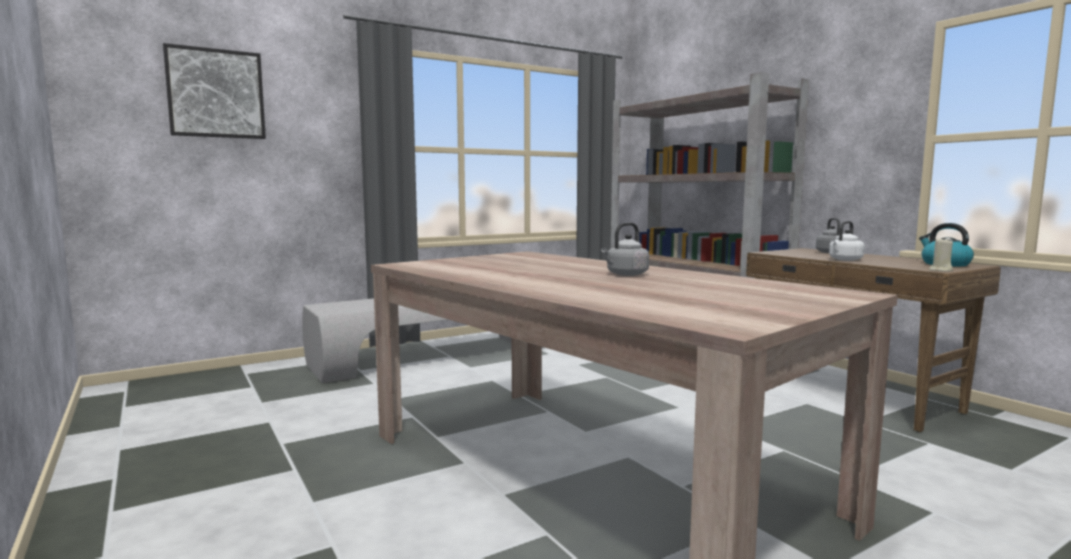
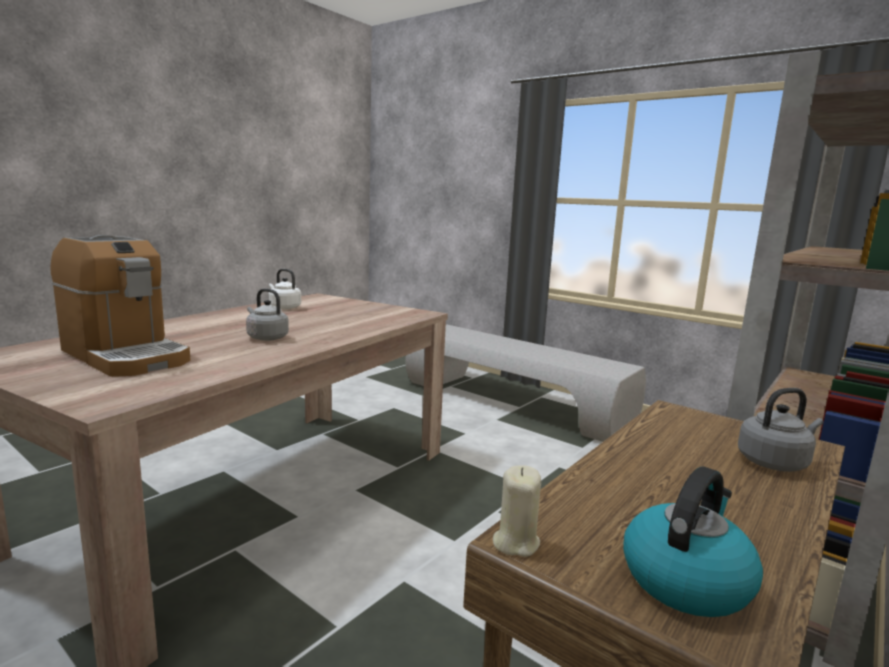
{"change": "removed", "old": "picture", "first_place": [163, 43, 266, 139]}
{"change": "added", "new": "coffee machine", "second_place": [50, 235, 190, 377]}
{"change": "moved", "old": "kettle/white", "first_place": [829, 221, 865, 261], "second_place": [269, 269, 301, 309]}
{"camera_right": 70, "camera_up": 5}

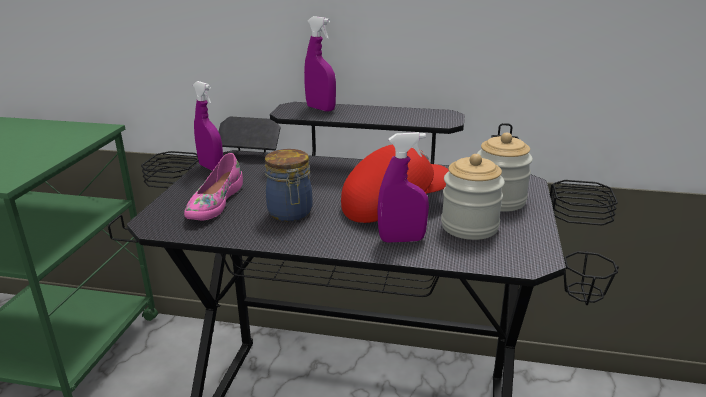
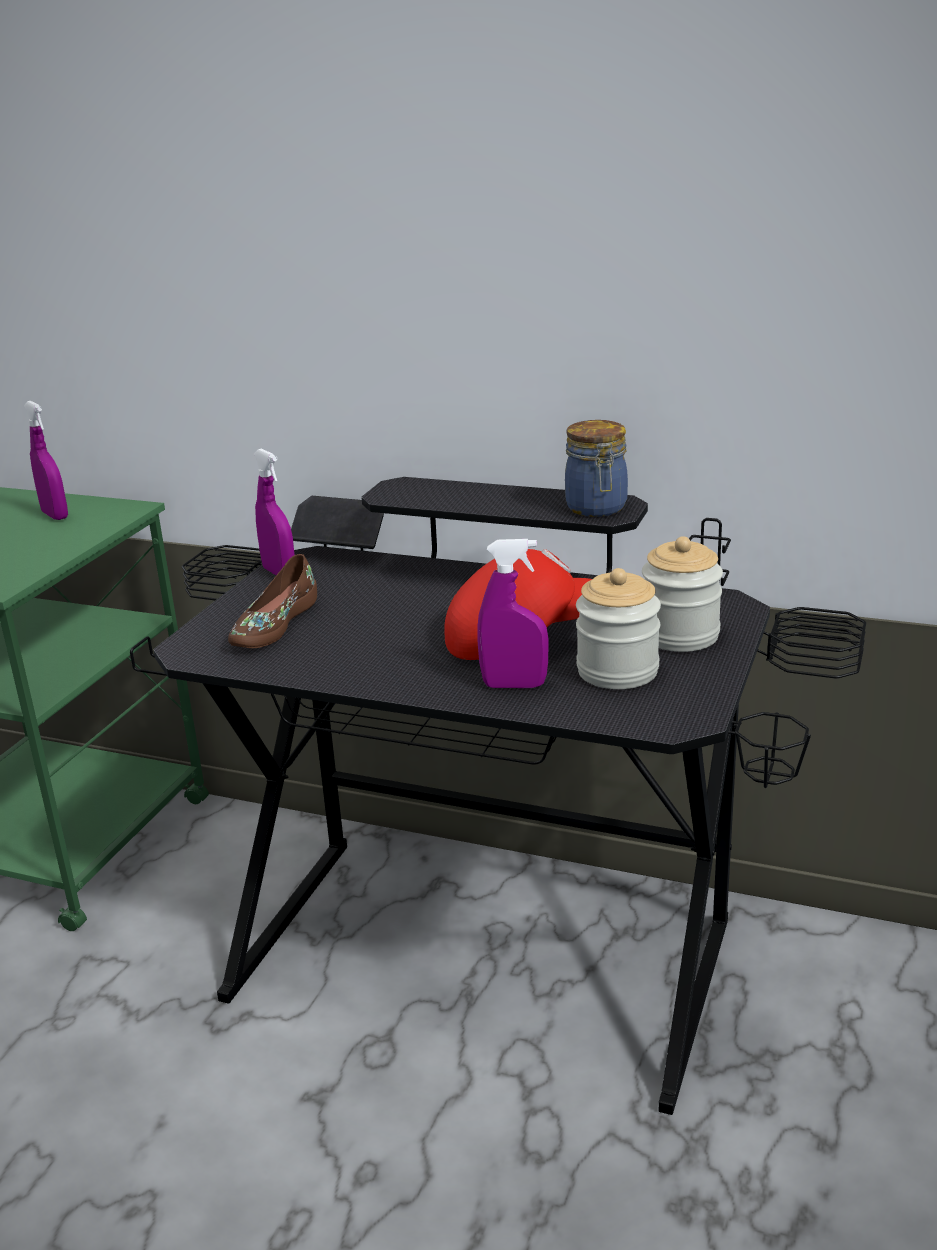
{"change": "moved", "old": "jar", "first_place": [265, 149, 313, 221], "second_place": [565, 420, 628, 517]}
{"change": "moved", "old": "spray bottle/purple", "first_place": [304, 16, 336, 111], "second_place": [24, 401, 68, 520]}
{"change": "recoloured", "old": "shoe/pink", "new": "shoe/brown", "first_place": [184, 153, 243, 220], "second_place": [228, 554, 317, 648]}
{"camera_right": 10, "camera_up": 0}

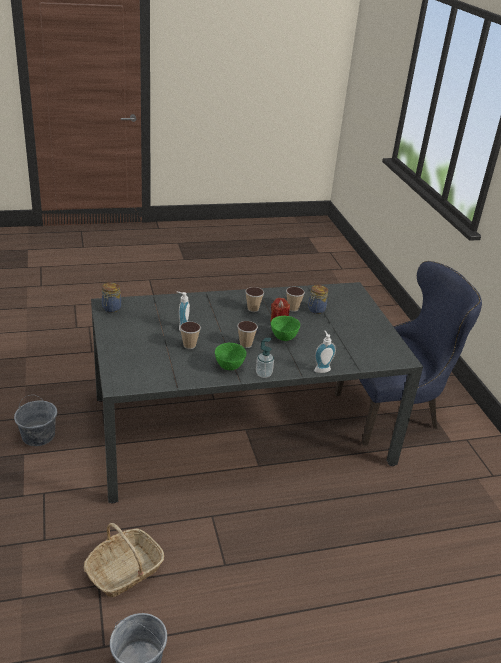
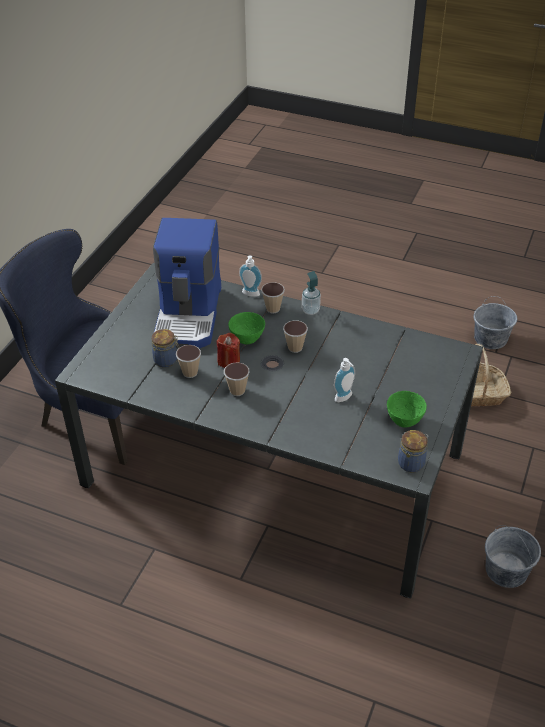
{"change": "added", "new": "coffee machine", "second_place": [153, 218, 221, 349]}
{"change": "moved", "old": "cup", "first_place": [180, 322, 201, 349], "second_place": [261, 282, 285, 313]}
{"change": "moved", "old": "bowl/green", "first_place": [215, 343, 247, 370], "second_place": [387, 391, 427, 428]}
{"camera_right": -140, "camera_up": 10}

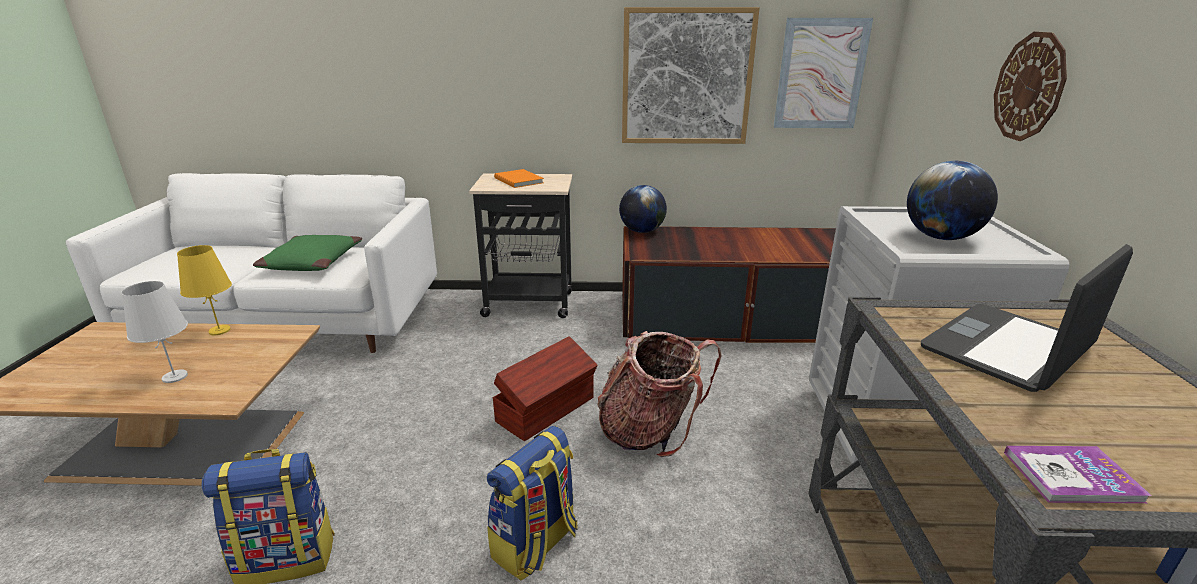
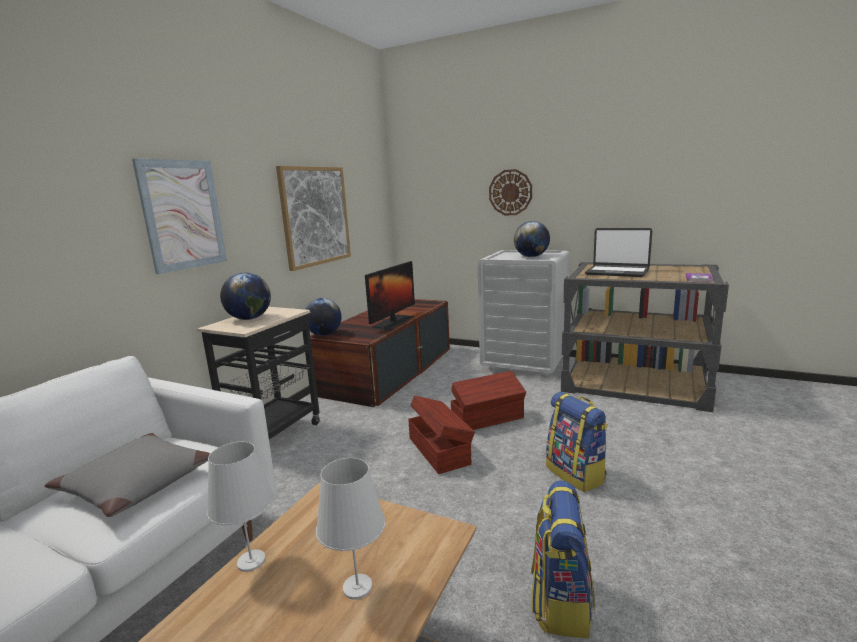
{"change": "added", "new": "monitor", "second_place": [365, 261, 415, 329]}
{"change": "moved", "old": "picture", "first_place": [774, 18, 873, 128], "second_place": [132, 158, 227, 274]}
{"change": "replaced", "old": "book/orange", "new": "globe", "first_place": [494, 169, 544, 188], "second_place": [220, 273, 271, 320]}
{"change": "replaced", "old": "backpack", "new": "storage box/brown", "first_place": [597, 331, 721, 457], "second_place": [451, 371, 526, 430]}
{"change": "recoloured", "old": "table lamp/yellow", "new": "table lamp/white", "first_place": [177, 245, 232, 335], "second_place": [207, 442, 274, 572]}
{"change": "recoloured", "old": "pillow/green", "new": "pillow/grey", "first_place": [253, 235, 362, 271], "second_place": [45, 433, 211, 517]}
{"change": "turned", "old": "laptop", "first_place": [921, 244, 1133, 392], "second_place": [585, 228, 652, 277], "degrees": -45}
{"camera_right": -65, "camera_up": -10}

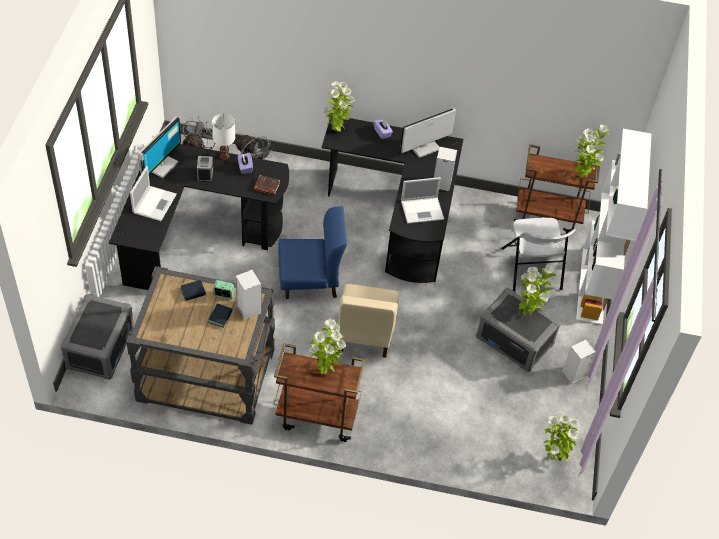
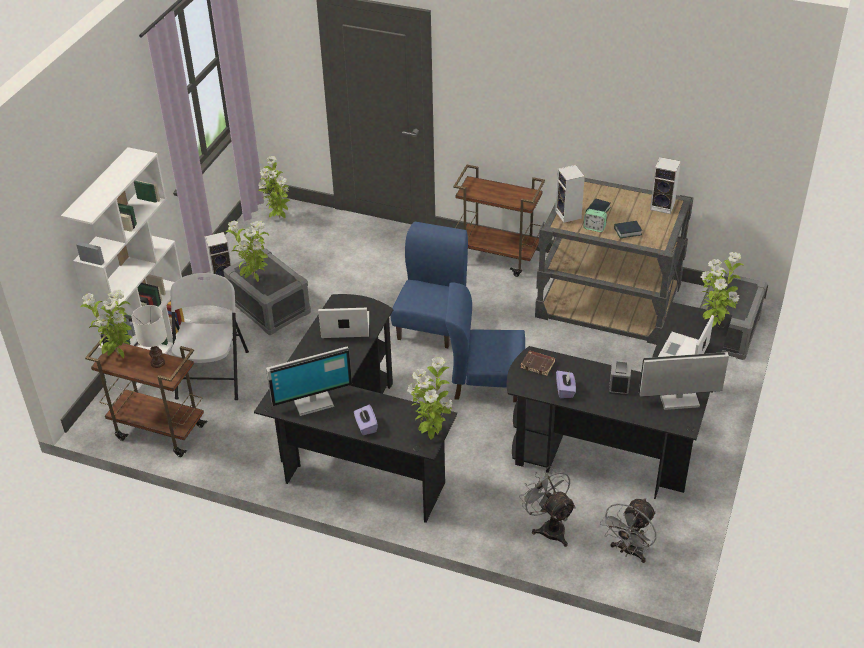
{"change": "moved", "old": "table lamp/white", "first_place": [212, 114, 235, 160], "second_place": [131, 305, 167, 368]}
{"change": "moved", "old": "potted plant", "first_place": [309, 318, 346, 375], "second_place": [700, 252, 743, 327]}
{"change": "moved", "old": "speaker", "first_place": [434, 147, 457, 191], "second_place": [650, 157, 681, 214]}
{"change": "recoloured", "old": "chair/beige", "new": "chair/blue", "first_place": [338, 284, 399, 358], "second_place": [391, 222, 468, 348]}
{"change": "turned", "old": "monitor", "first_place": [138, 116, 181, 178], "second_place": [639, 352, 729, 410], "degrees": 45}
{"camera_right": -165, "camera_up": -10}

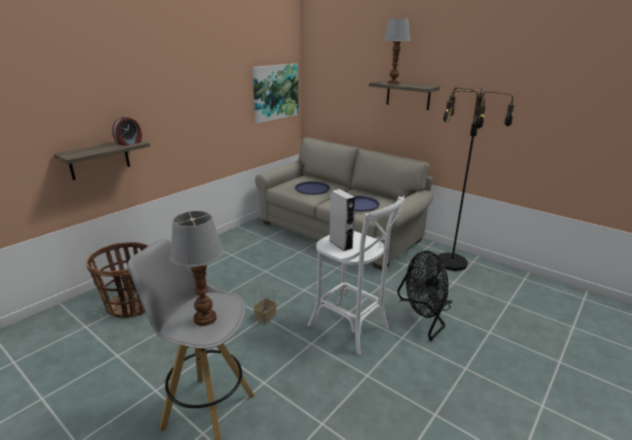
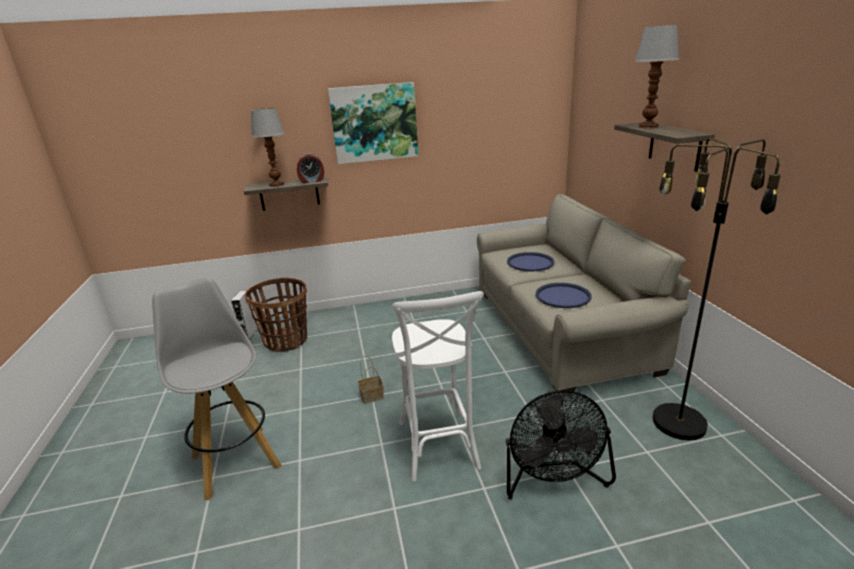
{"change": "moved", "old": "table lamp", "first_place": [170, 211, 224, 326], "second_place": [251, 108, 285, 187]}
{"change": "moved", "old": "picture", "first_place": [252, 63, 298, 124], "second_place": [328, 82, 419, 164]}
{"change": "moved", "old": "speaker/grey", "first_place": [329, 189, 355, 251], "second_place": [231, 291, 257, 340]}
{"change": "turned", "old": "fan/black", "first_place": [397, 251, 452, 341], "second_place": [506, 389, 616, 500], "degrees": -120}
{"camera_right": 40, "camera_up": 0}

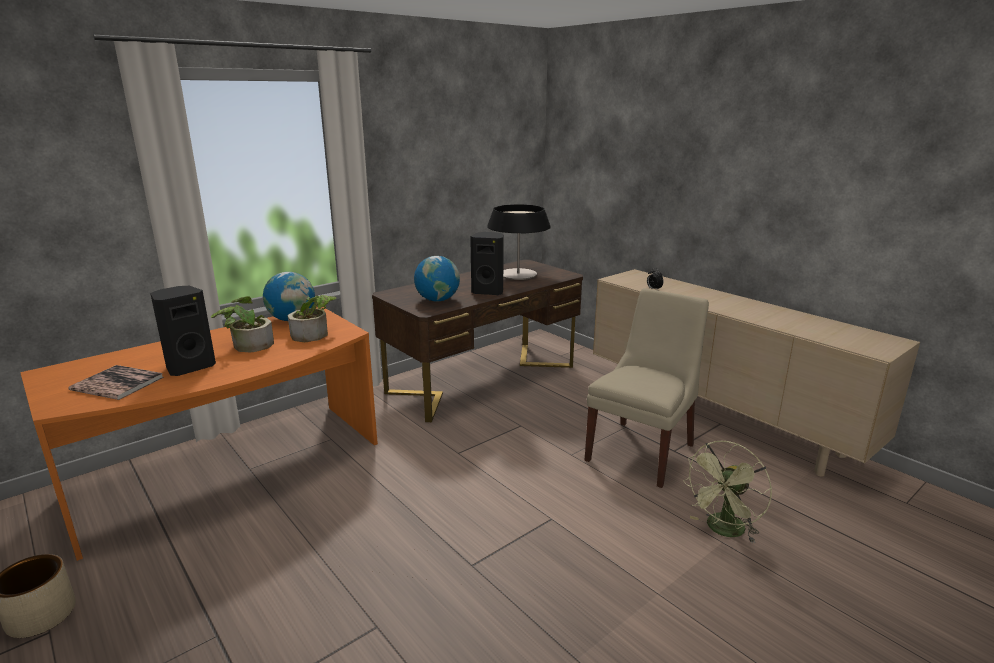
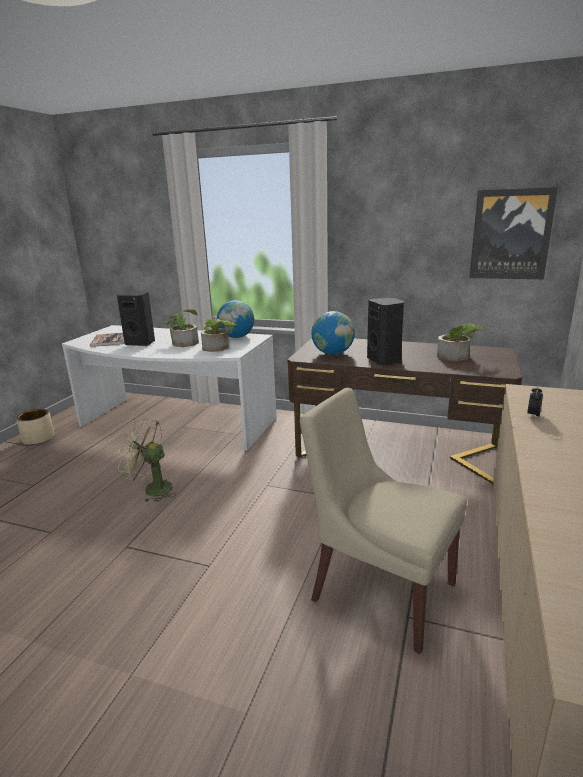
{"change": "added", "new": "picture", "second_place": [469, 187, 558, 279]}
{"change": "moved", "old": "fan/green", "first_place": [683, 441, 772, 543], "second_place": [118, 418, 176, 502]}
{"change": "replaced", "old": "table lamp", "new": "potted plant", "first_place": [487, 204, 551, 280], "second_place": [437, 323, 484, 361]}
{"change": "recoloured", "old": "desk/orange", "new": "desk/white", "first_place": [20, 307, 378, 561], "second_place": [62, 325, 276, 451]}
{"change": "turned", "old": "chair/beige", "first_place": [585, 288, 709, 488], "second_place": [300, 388, 467, 654], "degrees": -150}
{"camera_right": 60, "camera_up": 0}

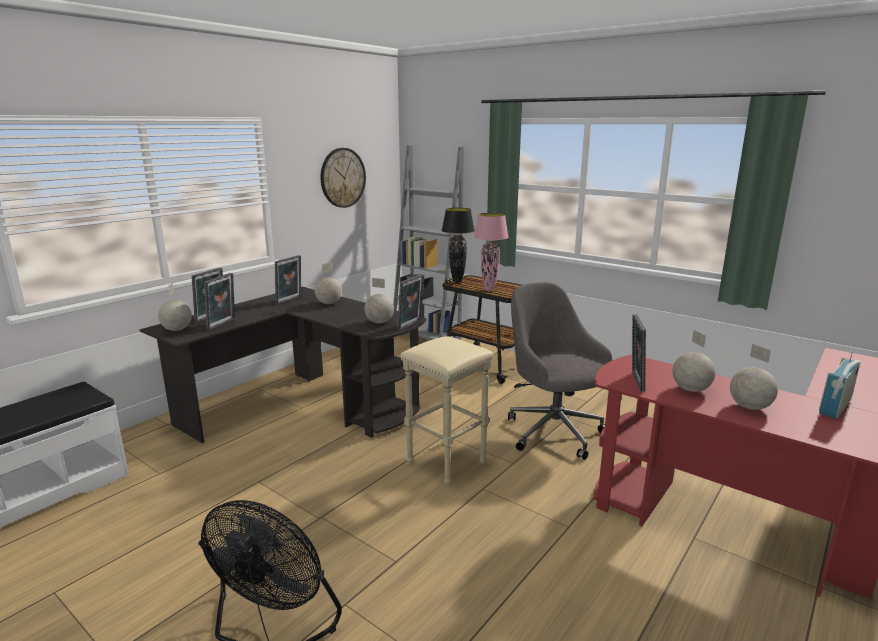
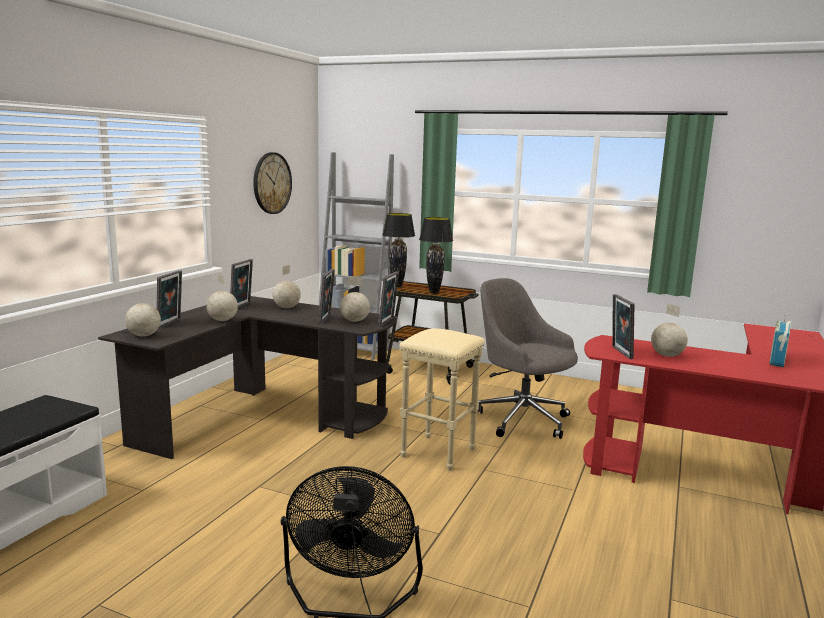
{"change": "moved", "old": "picture frame", "first_place": [204, 273, 235, 330], "second_place": [318, 269, 335, 324]}
{"change": "moved", "old": "globe", "first_place": [730, 344, 778, 410], "second_place": [206, 274, 238, 321]}
{"change": "recoloured", "old": "table lamp/pink", "new": "table lamp/black", "first_place": [474, 213, 509, 291], "second_place": [419, 217, 453, 294]}
{"camera_right": -15, "camera_up": -5}

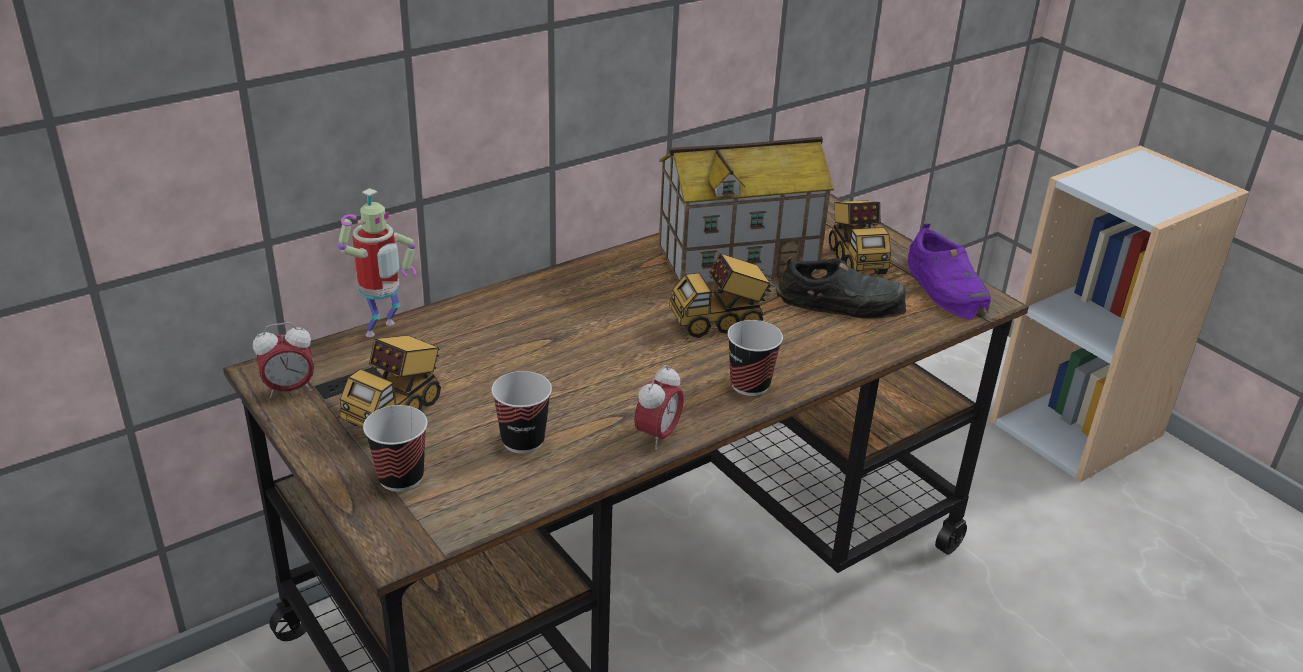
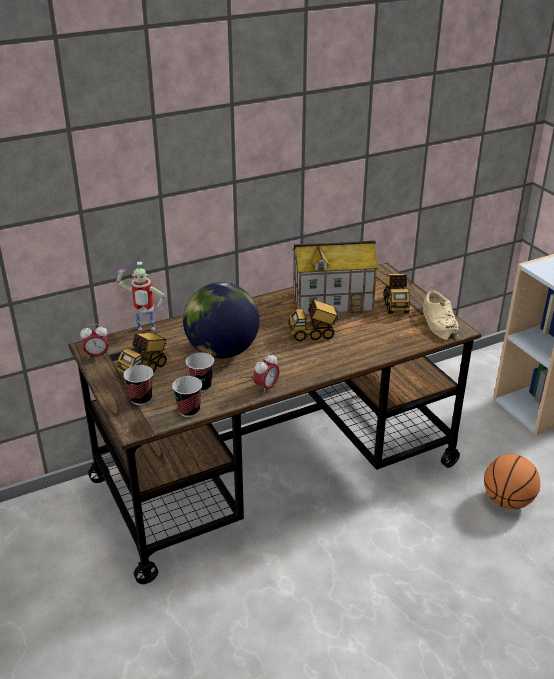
{"change": "removed", "old": "shoe/black", "first_place": [776, 256, 906, 319]}
{"change": "added", "new": "globe", "second_place": [183, 282, 259, 359]}
{"change": "added", "new": "basketball", "second_place": [484, 454, 540, 509]}
{"change": "moved", "old": "cup", "first_place": [727, 320, 783, 396], "second_place": [172, 376, 202, 417]}
{"change": "recoloured", "old": "shoe/purple", "new": "shoe/beige", "first_place": [908, 223, 991, 320], "second_place": [423, 288, 459, 340]}
{"change": "turned", "old": "toy robot", "first_place": [338, 188, 416, 337], "second_place": [116, 262, 165, 330], "degrees": 45}
{"camera_right": 10, "camera_up": 0}

